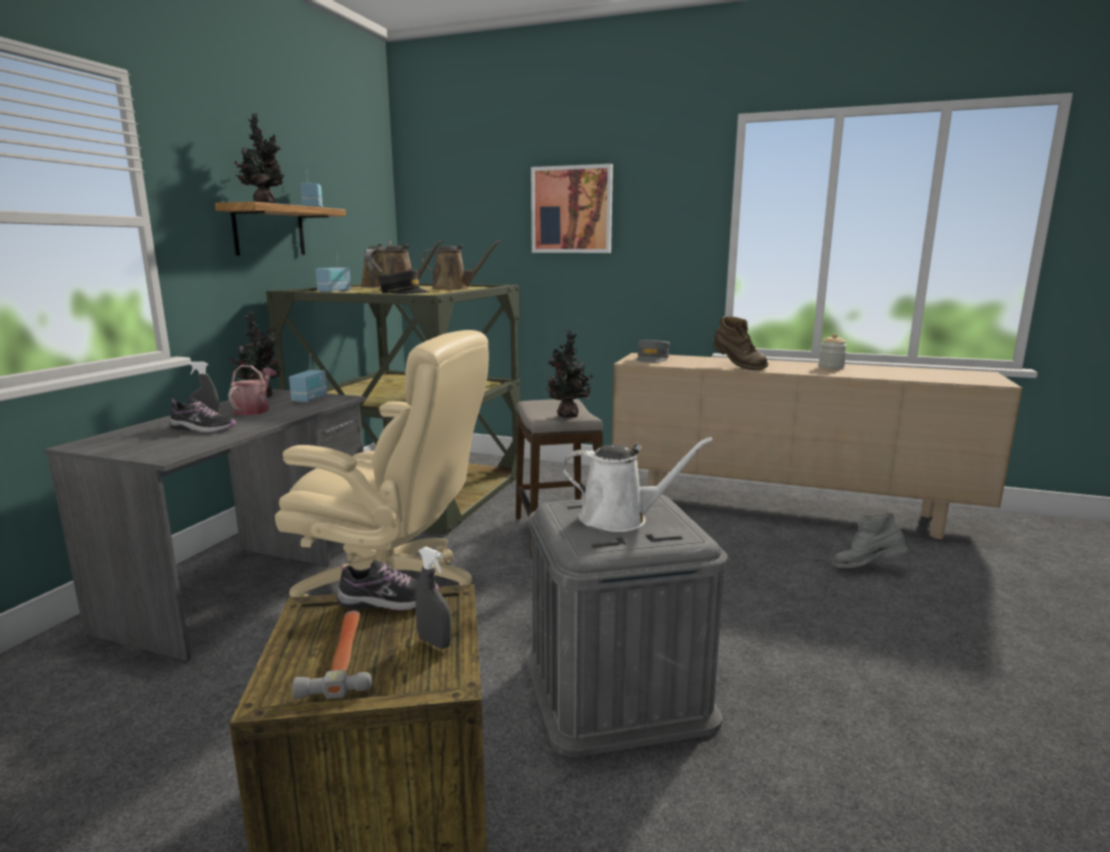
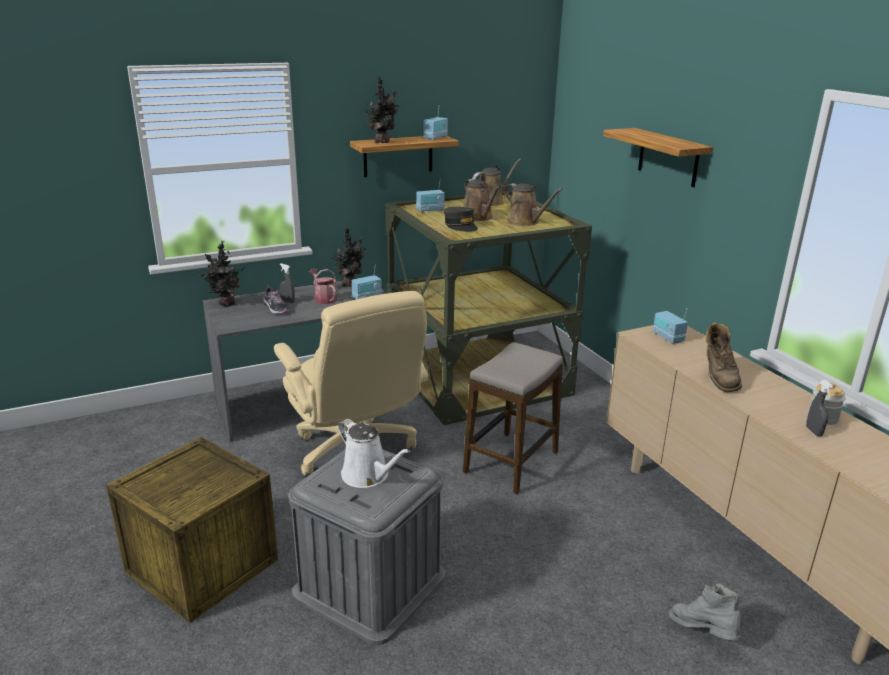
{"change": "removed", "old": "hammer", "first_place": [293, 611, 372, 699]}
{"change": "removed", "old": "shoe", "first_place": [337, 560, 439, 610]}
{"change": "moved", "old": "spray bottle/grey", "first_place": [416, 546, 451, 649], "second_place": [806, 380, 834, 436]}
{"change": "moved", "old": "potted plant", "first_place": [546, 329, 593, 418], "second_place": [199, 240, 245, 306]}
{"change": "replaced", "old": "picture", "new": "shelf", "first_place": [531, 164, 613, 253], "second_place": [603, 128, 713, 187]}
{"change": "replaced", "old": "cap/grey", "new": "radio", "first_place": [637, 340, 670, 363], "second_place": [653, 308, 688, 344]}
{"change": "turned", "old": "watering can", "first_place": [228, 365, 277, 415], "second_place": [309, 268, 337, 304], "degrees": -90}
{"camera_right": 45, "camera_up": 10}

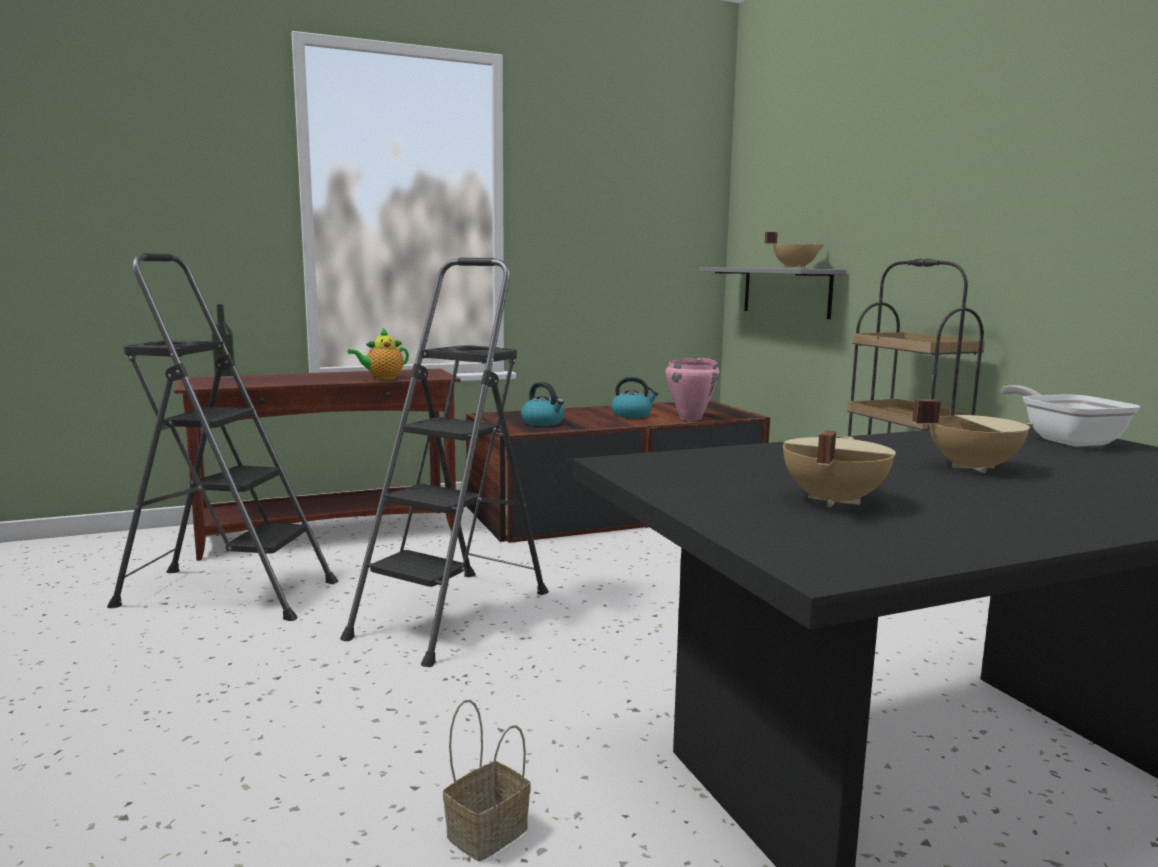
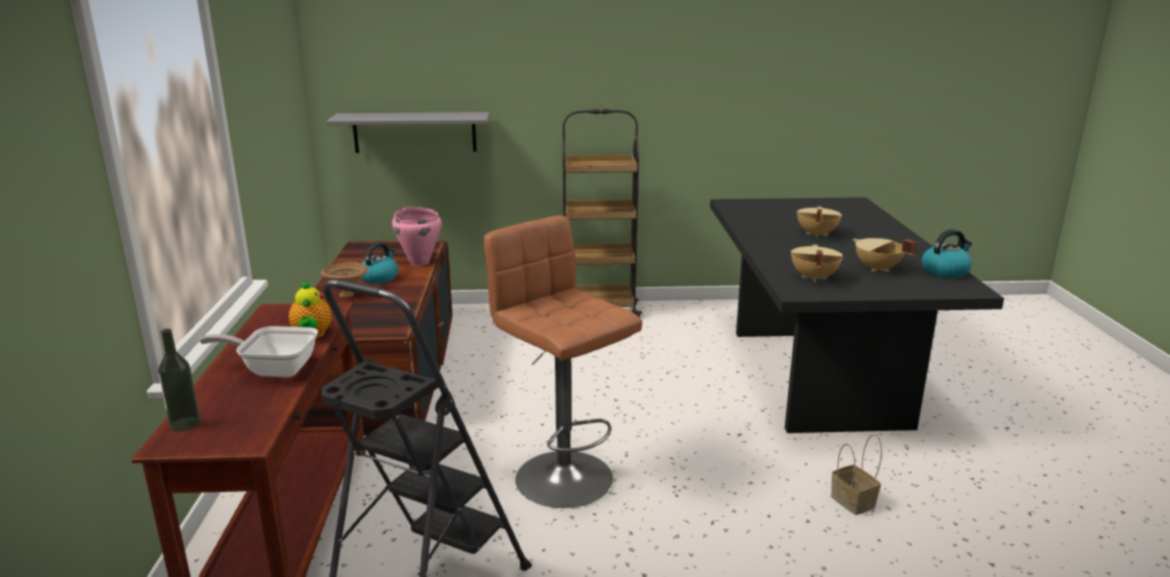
{"change": "added", "new": "bowl/brown", "second_place": [321, 262, 368, 298]}
{"change": "moved", "old": "kettle", "first_place": [521, 382, 564, 426], "second_place": [922, 229, 972, 278]}
{"change": "moved", "old": "cooking pot/beige", "first_place": [765, 232, 824, 268], "second_place": [791, 244, 843, 282]}
{"change": "moved", "old": "frying pan", "first_place": [1001, 385, 1140, 447], "second_place": [199, 326, 318, 377]}
{"change": "replaced", "old": "step ladder", "new": "stool/brown", "first_place": [340, 258, 549, 667], "second_place": [483, 215, 642, 508]}
{"camera_right": -70, "camera_up": 10}

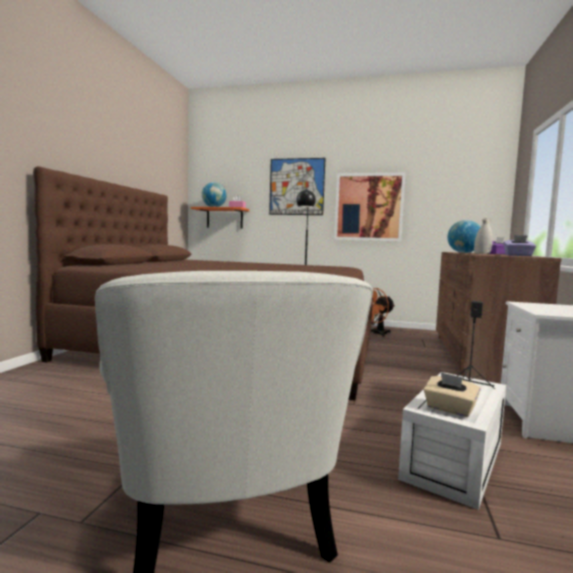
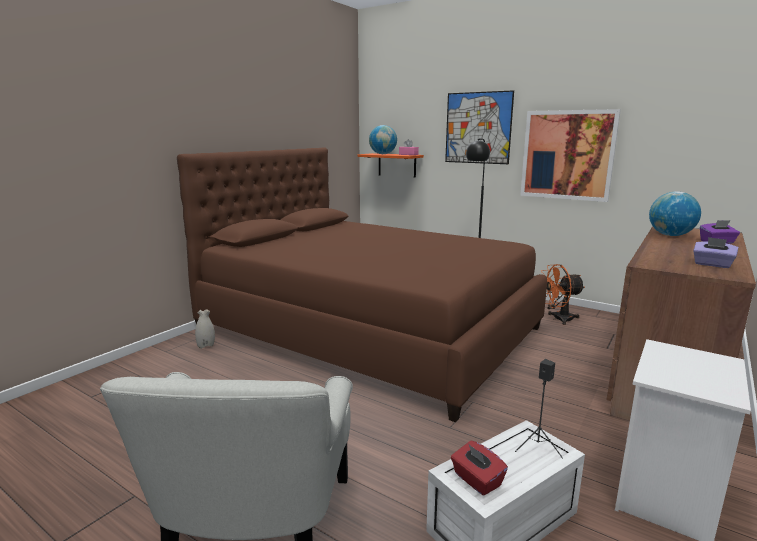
{"change": "moved", "old": "vase/white", "first_place": [474, 218, 493, 254], "second_place": [195, 309, 215, 349]}
{"change": "recoloured", "old": "tissue box/beige", "new": "tissue box/red", "first_place": [424, 372, 481, 417], "second_place": [451, 440, 508, 496]}
{"camera_right": 20, "camera_up": 10}

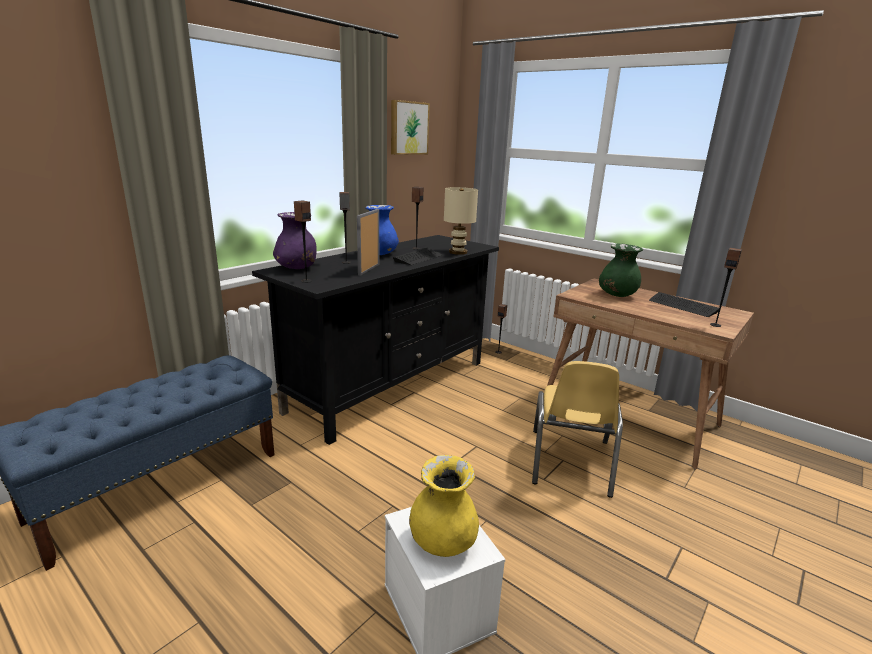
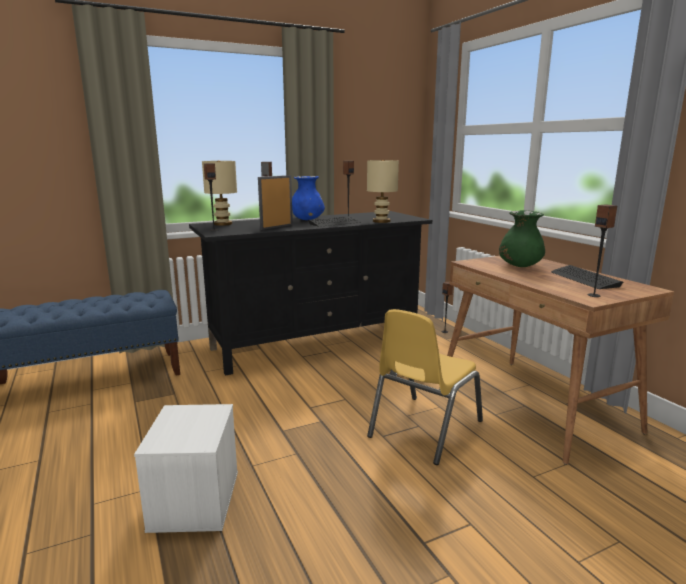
{"change": "removed", "old": "picture", "first_place": [391, 100, 430, 155]}
{"change": "removed", "old": "vase/yellow", "first_place": [409, 455, 479, 557]}
{"change": "replaced", "old": "vase/purple", "new": "table lamp/beige", "first_place": [273, 212, 317, 269], "second_place": [202, 160, 237, 226]}
{"camera_right": 25, "camera_up": -5}

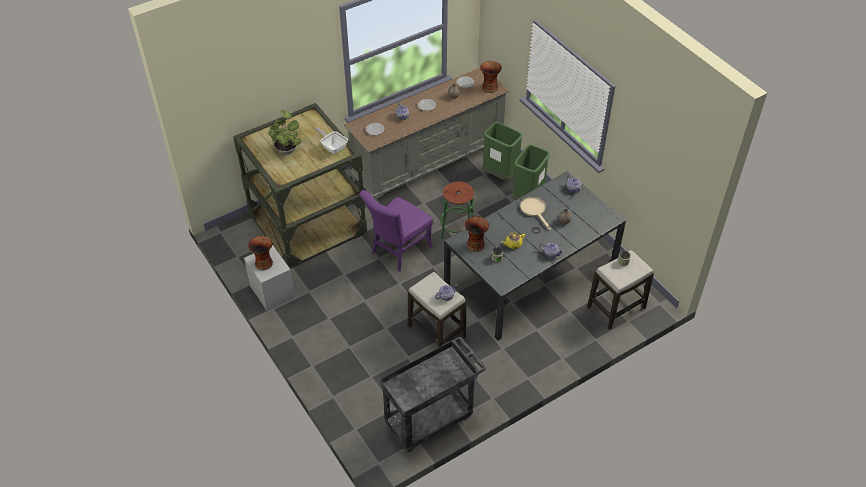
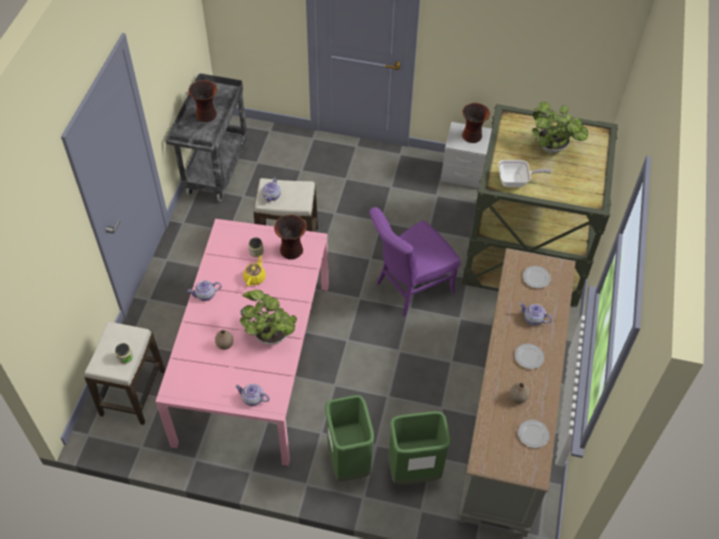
{"change": "removed", "old": "stool/green", "first_place": [440, 181, 474, 240]}
{"change": "moved", "old": "vase", "first_place": [480, 61, 502, 93], "second_place": [188, 80, 217, 122]}
{"change": "replaced", "old": "frying pan/beige", "new": "potted plant", "first_place": [520, 197, 551, 230], "second_place": [240, 290, 297, 345]}
{"change": "recoloured", "old": "dining table/grey", "new": "dining table/pink", "first_place": [444, 171, 626, 340], "second_place": [155, 219, 329, 466]}
{"change": "turned", "old": "chair/purple", "first_place": [360, 190, 433, 272], "second_place": [369, 207, 461, 317], "degrees": -120}
{"camera_right": 135, "camera_up": 5}

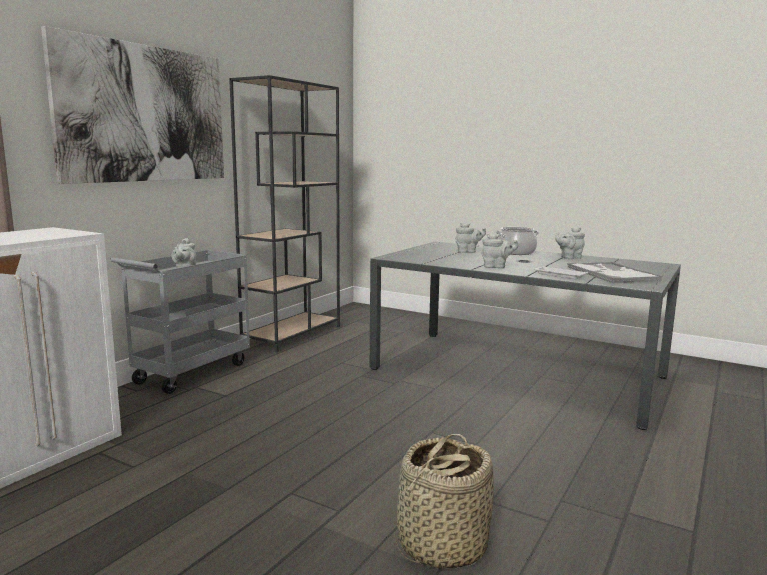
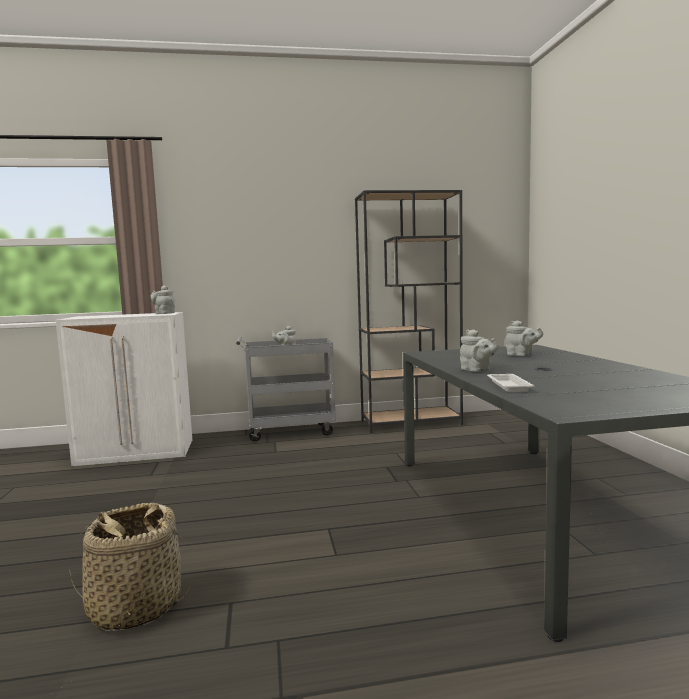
{"change": "removed", "old": "picture", "first_place": [41, 26, 224, 184]}
{"change": "removed", "old": "cooking pot", "first_place": [496, 227, 539, 255]}
{"change": "removed", "old": "tray", "first_place": [567, 262, 662, 283]}
{"change": "moved", "old": "teapot/grey", "first_place": [555, 227, 585, 259], "second_place": [151, 286, 175, 314]}
{"camera_right": 50, "camera_up": -5}

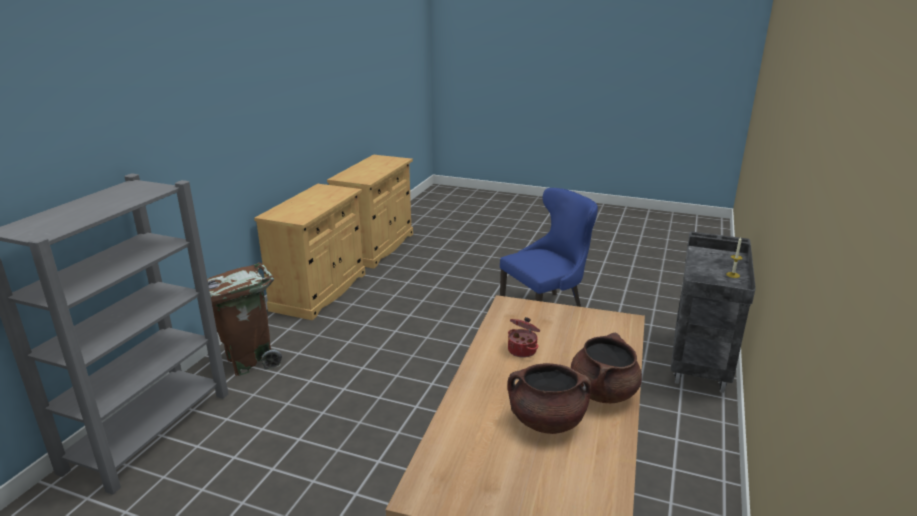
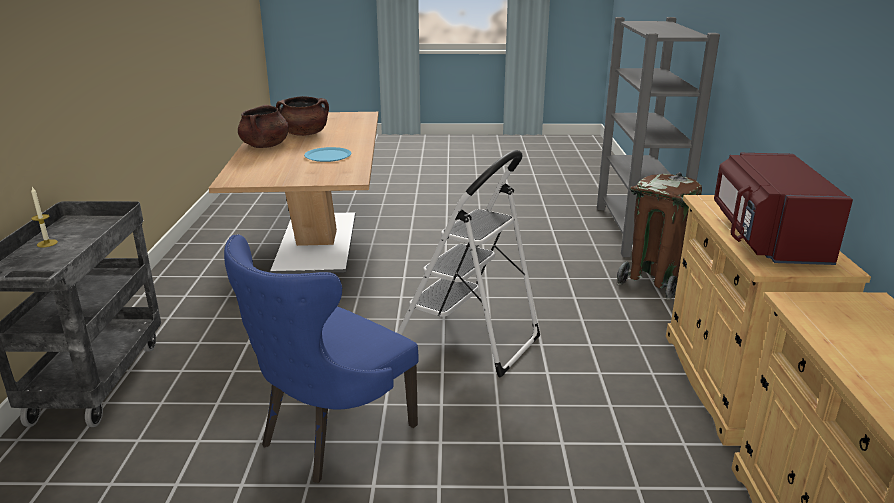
{"change": "added", "new": "step ladder", "second_place": [397, 150, 540, 377]}
{"change": "added", "new": "microwave/red", "second_place": [714, 153, 853, 265]}
{"change": "replaced", "old": "cooking pot", "new": "plate/blue", "first_place": [508, 317, 540, 358], "second_place": [304, 147, 352, 162]}
{"camera_right": 160, "camera_up": 0}

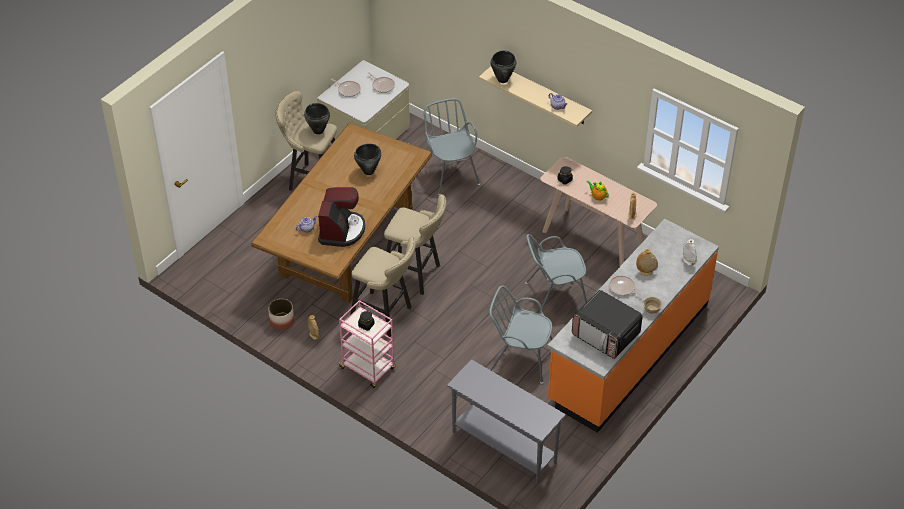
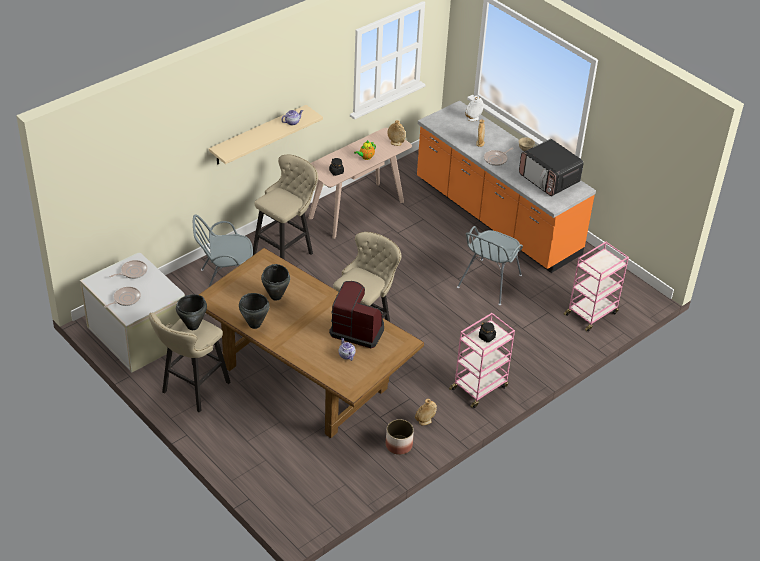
{"change": "removed", "old": "chair/grey", "first_place": [525, 234, 587, 314]}
{"change": "moved", "old": "stool/beige", "first_place": [350, 237, 416, 337], "second_place": [253, 155, 318, 259]}
{"change": "moved", "old": "cooking pot/black", "first_place": [491, 51, 516, 83], "second_place": [239, 293, 270, 329]}
{"change": "replaced", "old": "console table/grey", "new": "cart/pink", "first_place": [447, 359, 566, 484], "second_place": [564, 242, 629, 331]}
{"change": "turned", "old": "microwave", "first_place": [572, 290, 643, 359], "second_place": [519, 139, 584, 196], "degrees": 90}
{"camera_right": -80, "camera_up": -5}

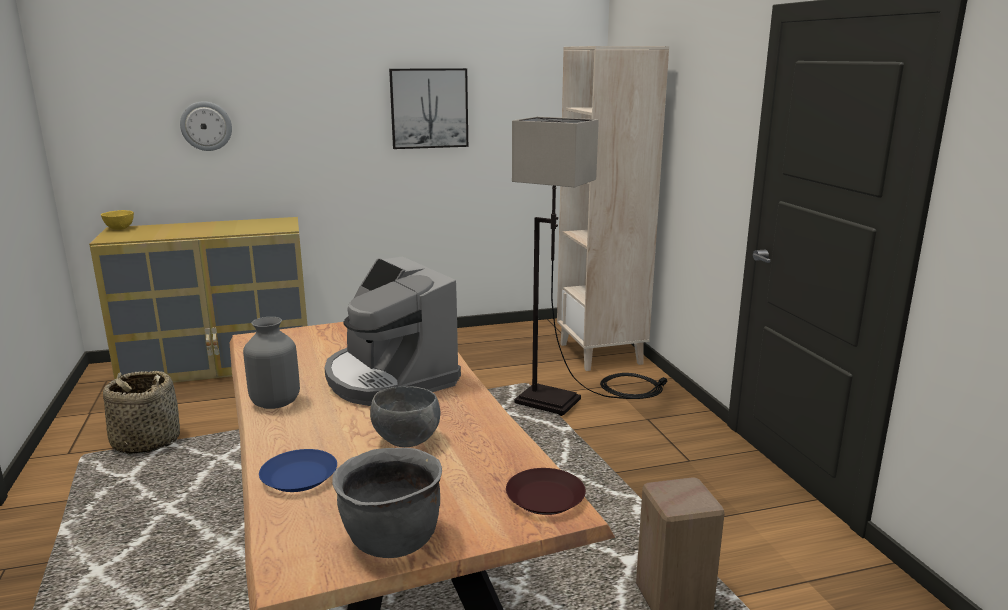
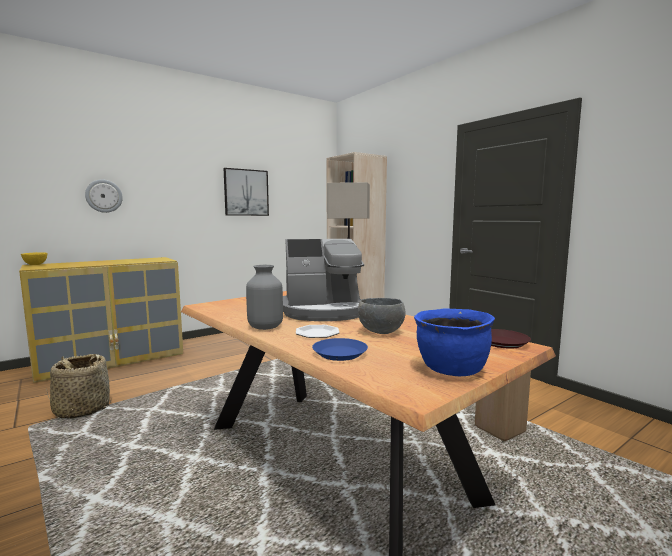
{"change": "added", "new": "plate", "second_place": [296, 325, 340, 338]}
{"change": "recoloured", "old": "cooking pot/grey", "new": "cooking pot/blue", "first_place": [332, 448, 442, 558], "second_place": [414, 308, 495, 376]}
{"change": "turned", "old": "coffee machine", "first_place": [325, 256, 461, 406], "second_place": [283, 239, 364, 321], "degrees": -45}
{"camera_right": -20, "camera_up": -10}

